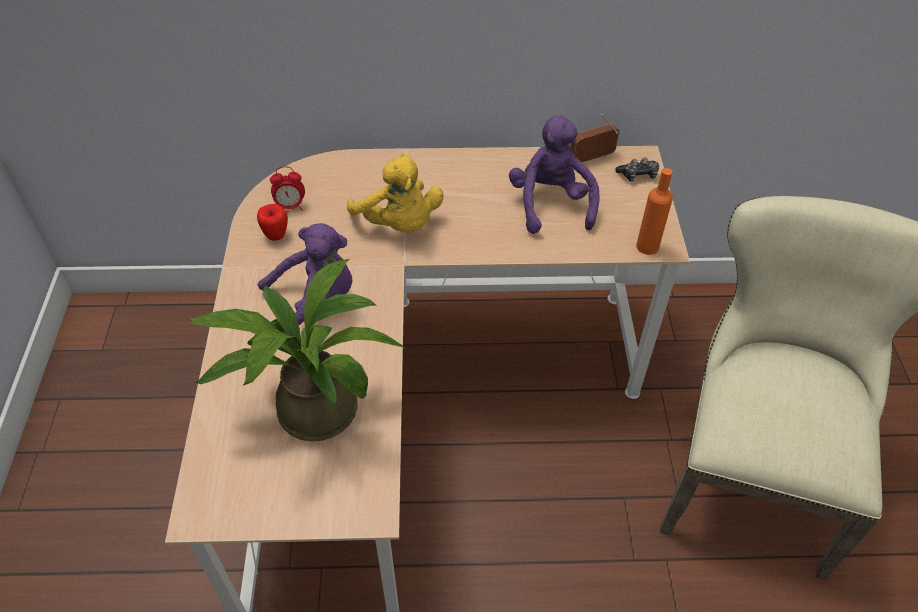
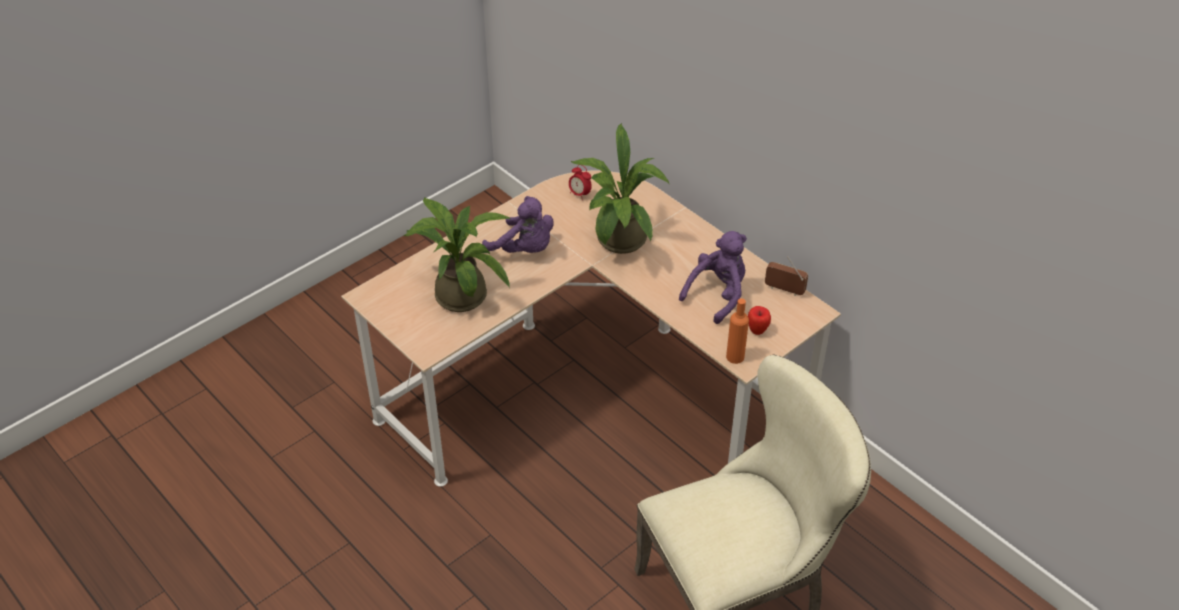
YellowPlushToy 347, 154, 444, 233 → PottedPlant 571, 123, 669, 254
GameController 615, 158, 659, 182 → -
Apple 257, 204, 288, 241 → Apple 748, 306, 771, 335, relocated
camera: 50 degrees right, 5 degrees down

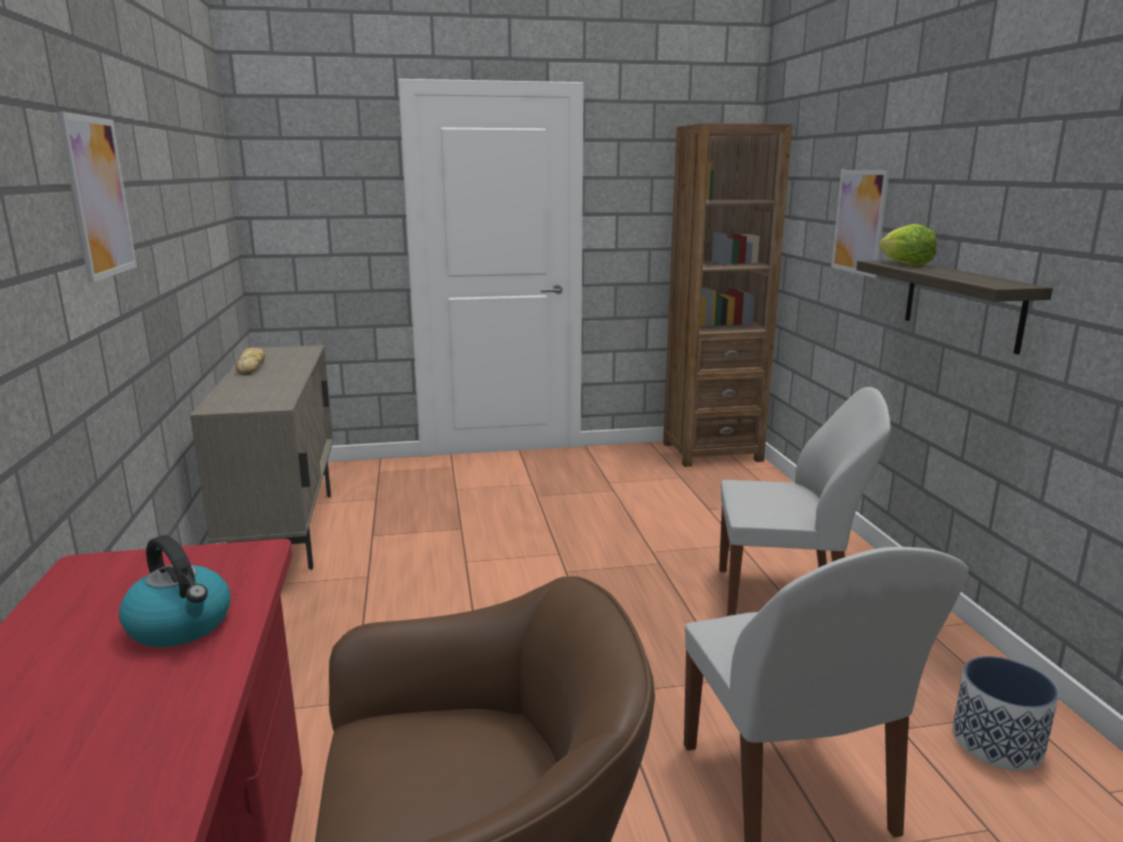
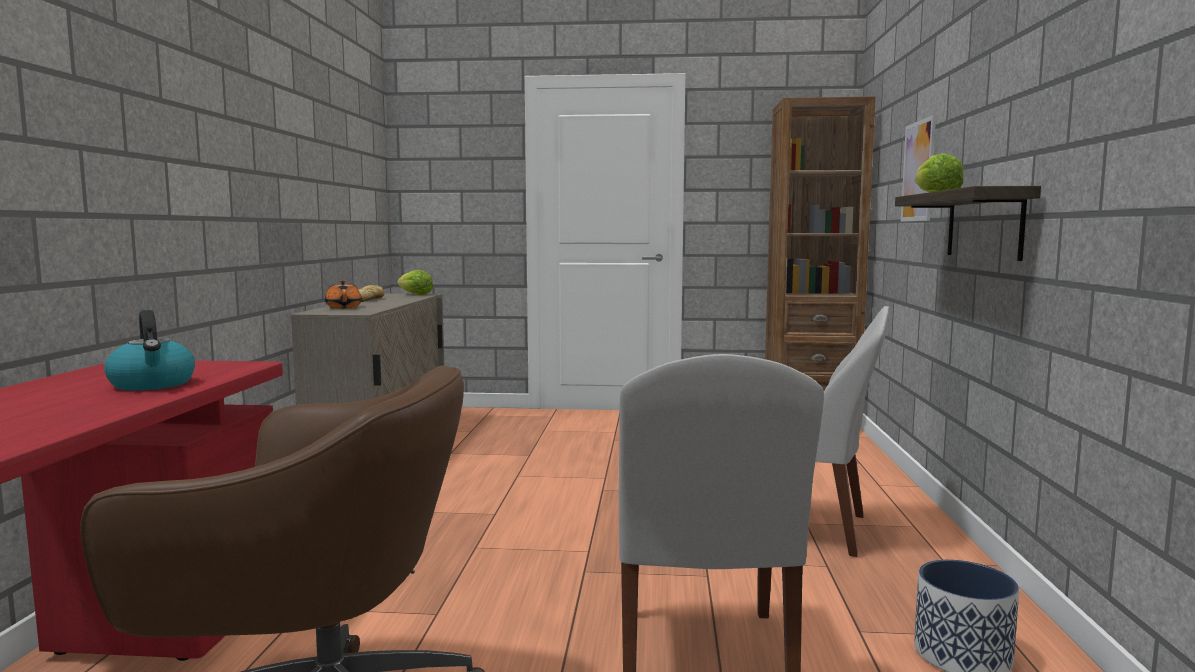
Picture 57, 111, 137, 283 → -
- → Lettuce 397, 270, 433, 295
- → OrangeTeapot 325, 280, 362, 308
camera: 15 degrees right, 10 degrees down

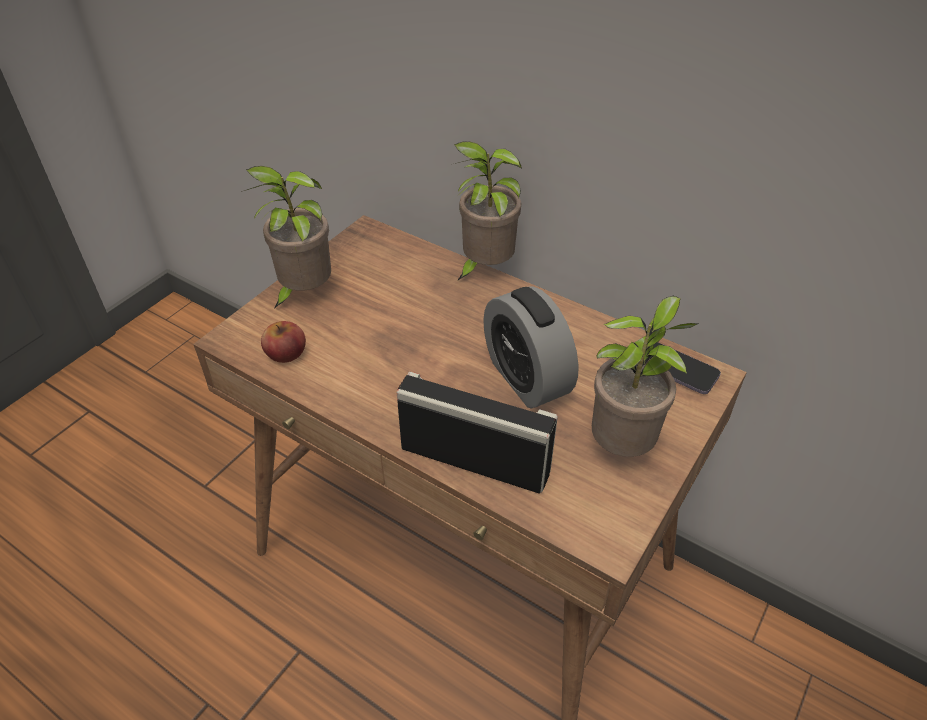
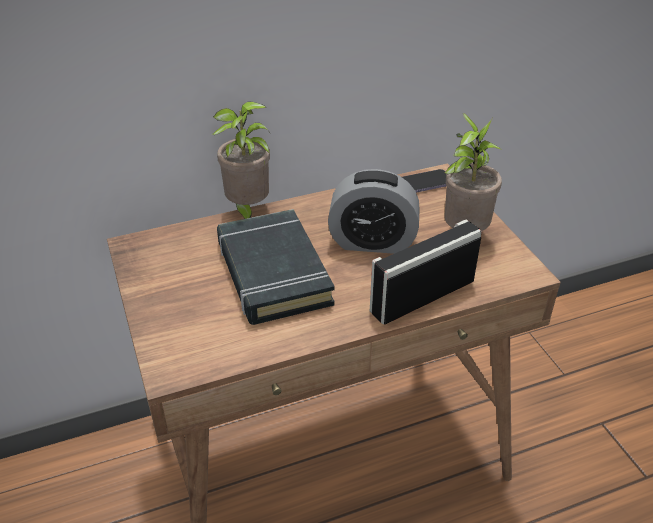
PottedPlant 241, 166, 331, 309 → -
Apple 261, 321, 306, 363 → -
- → BlackBook 217, 209, 335, 325
camera: 55 degrees left, 5 degrees down

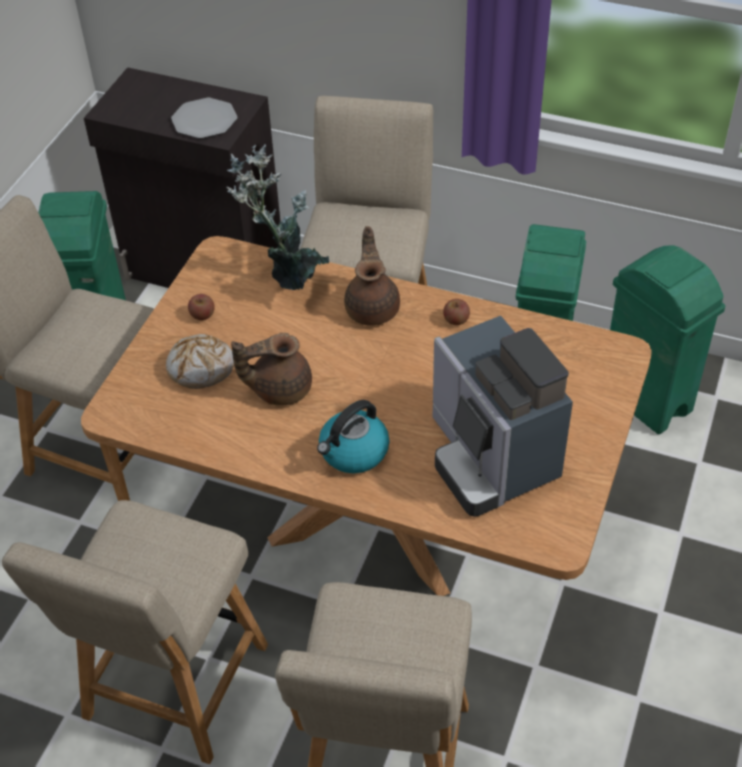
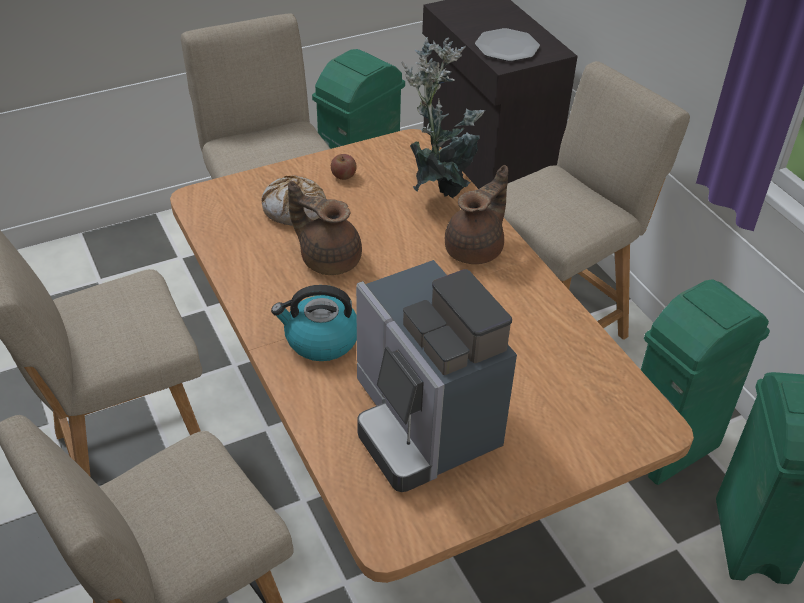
Apple 443, 299, 470, 325 → -
CoffeeMachine 433, 316, 573, 517 → CoffeeMachine 356, 260, 517, 492, 45 degrees counterclockwise
camera: 40 degrees right, 5 degrees down

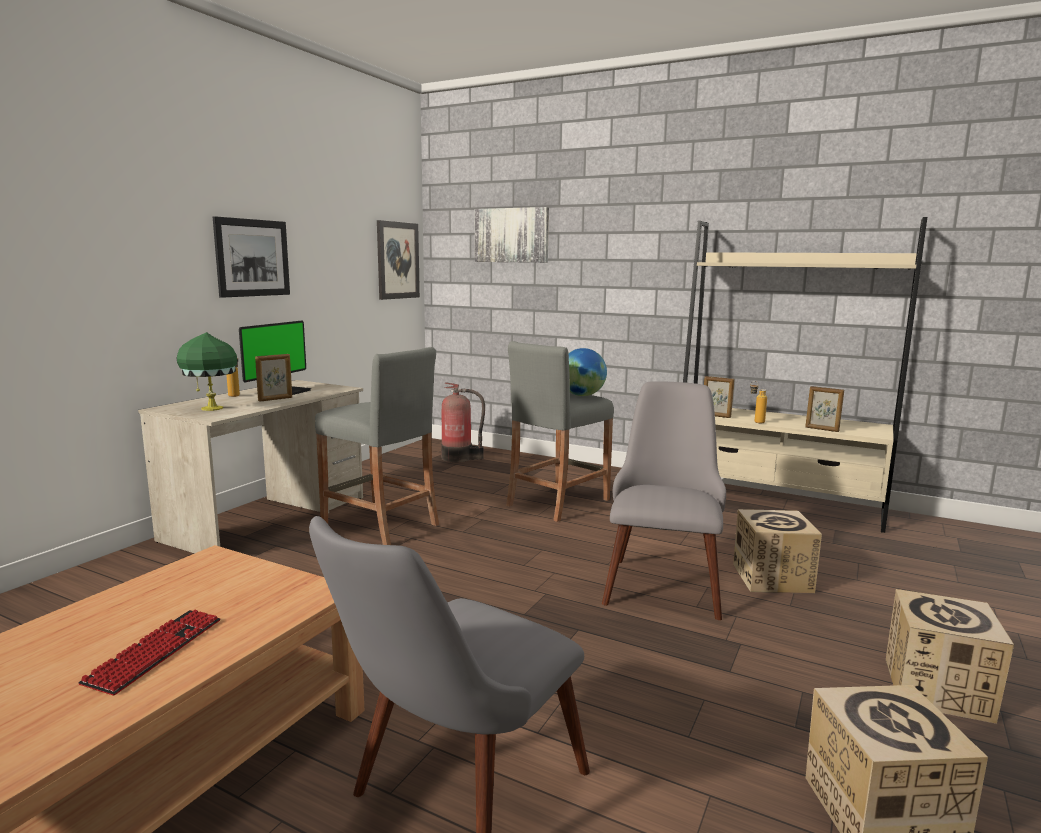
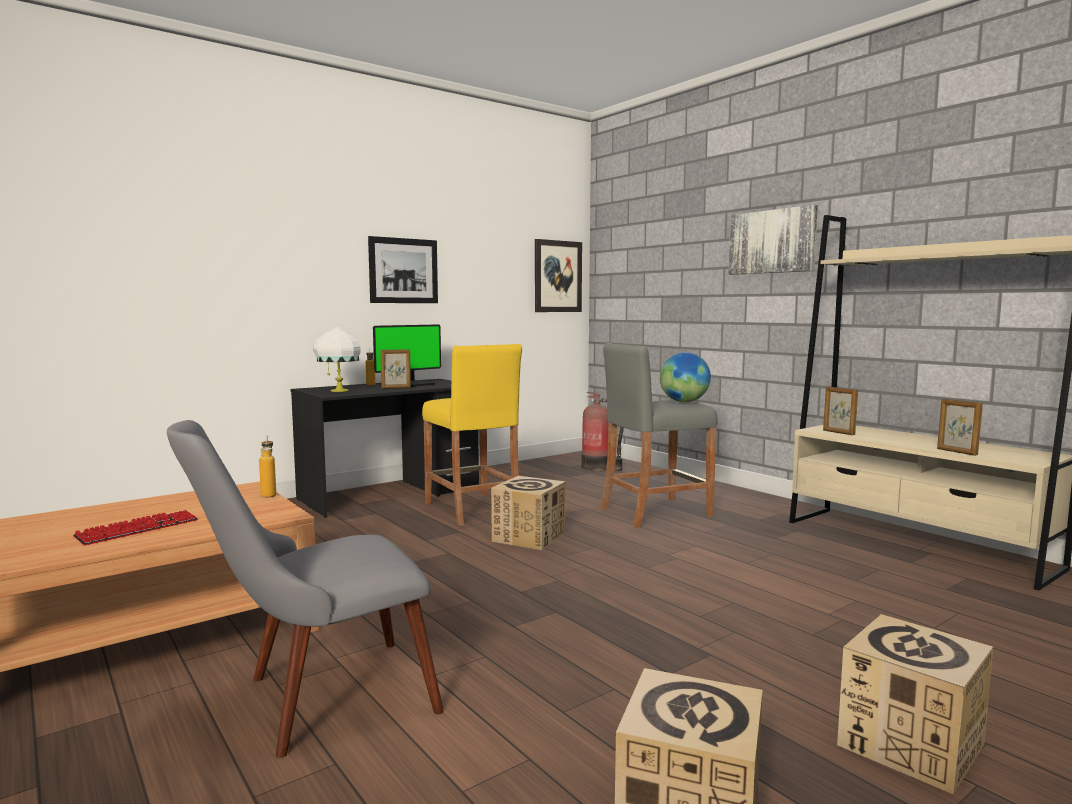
Picture 475, 207, 549, 263 → Picture 728, 205, 818, 275, relocated
GreenTableLamp 176, 332, 237, 411 → WhiteTableLamp 313, 327, 361, 392
GreyStool 315, 347, 439, 545 → YellowStool 422, 344, 522, 526
BeigeDesk 138, 380, 363, 553 → BlackDesk 290, 379, 479, 518
GreyChair 602, 381, 726, 620 → -
Bottle 750, 381, 767, 423 → Bottle 259, 436, 276, 498, relocated
CardboardBox 733, 509, 822, 594 → CardboardBox 491, 476, 566, 551, relocated
camera: 25 degrees right, 5 degrees down

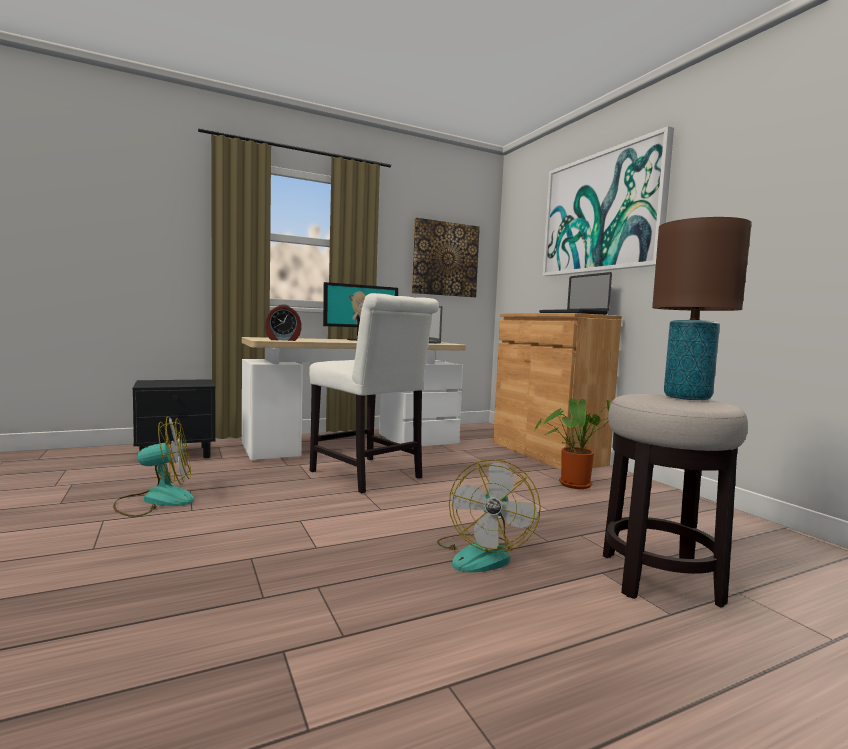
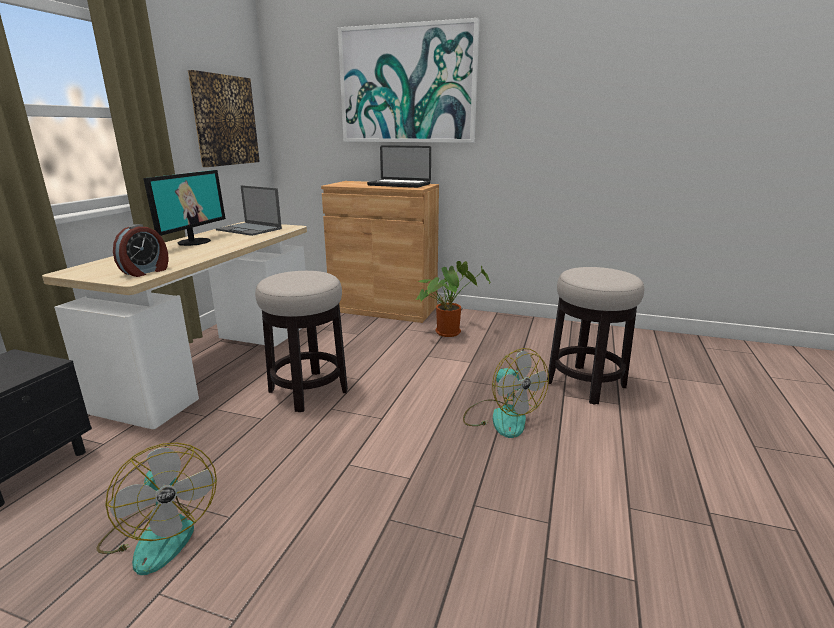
BrownTableLamp 652, 217, 752, 400 → -
WhiteChair 309, 293, 439, 494 → Stool 255, 271, 348, 412
Fan 113, 416, 194, 517 → Fan 97, 443, 217, 575, 120 degrees clockwise
camera: 45 degrees left, 15 degrees up

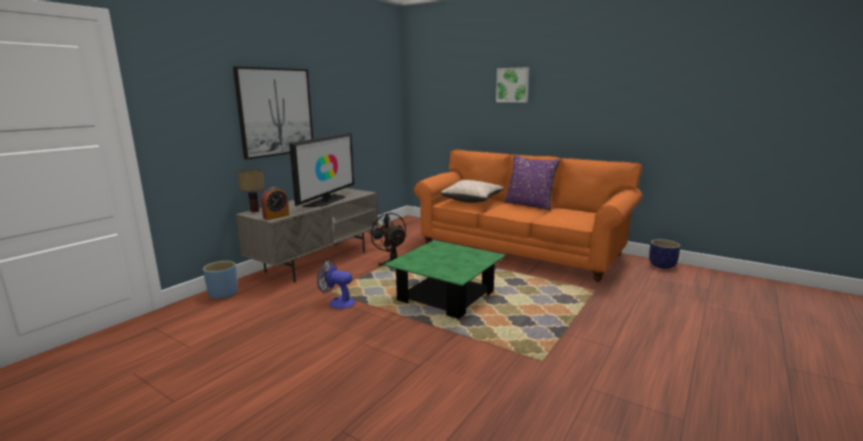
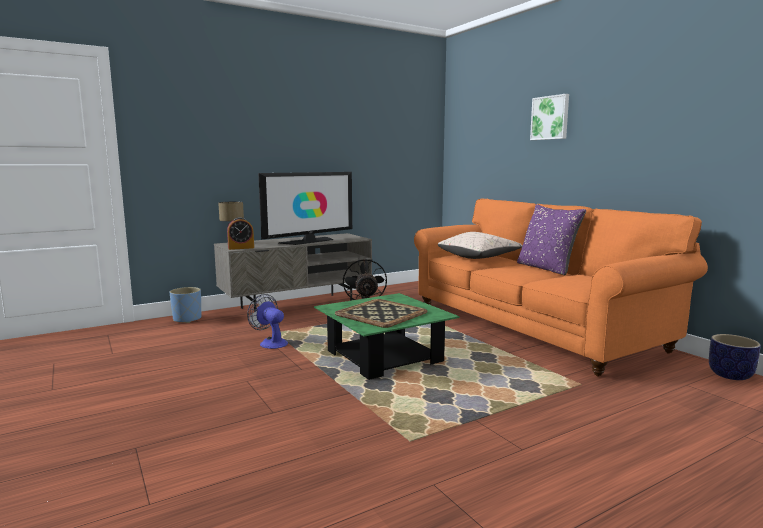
Picture 233, 66, 313, 160 → -
- → Tray 335, 299, 427, 328
camera: 25 degrees right, 5 degrees down

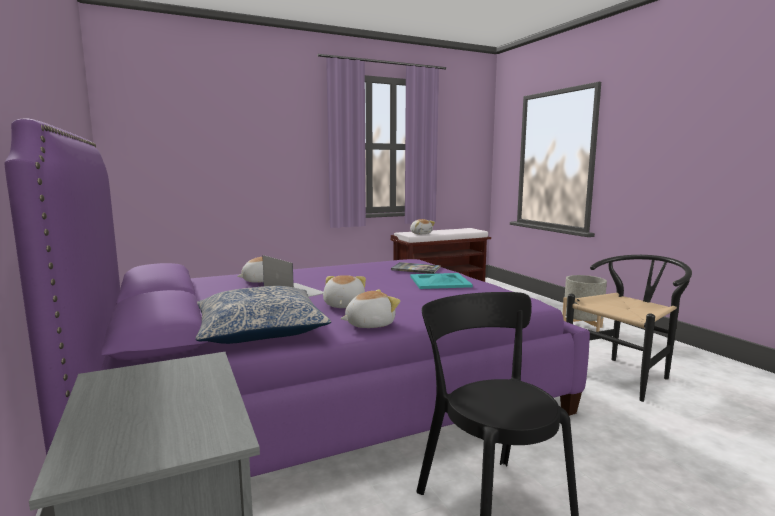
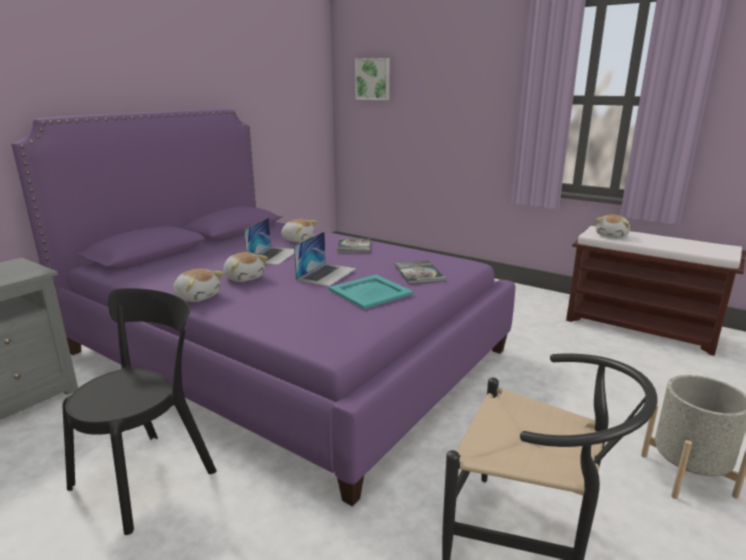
PlushToy 323, 275, 366, 308 → PlushToy 223, 252, 268, 282, 75 degrees clockwise
Pillow 196, 286, 331, 344 → -
- → Picture 355, 58, 390, 100
- → Laptop 294, 231, 357, 286
- → Book 337, 238, 371, 253
camera: 60 degrees right, 10 degrees up

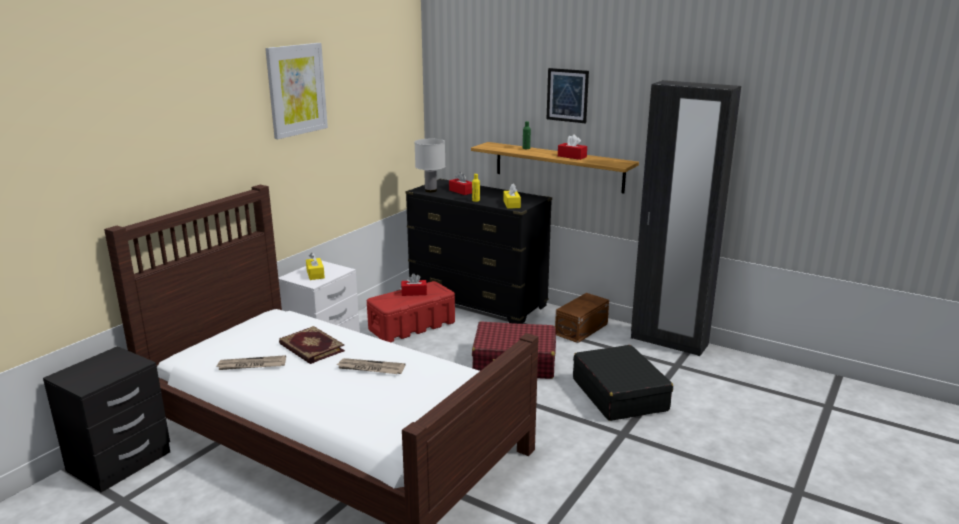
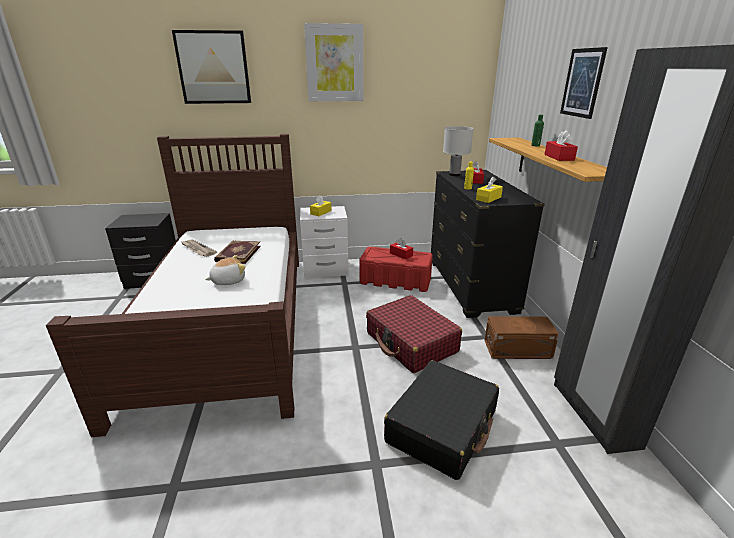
Newspaper 337, 358, 405, 374 → PlushToy 205, 255, 246, 285
- → Picture 172, 30, 251, 104
camera: 50 degrees right, 5 degrees up

